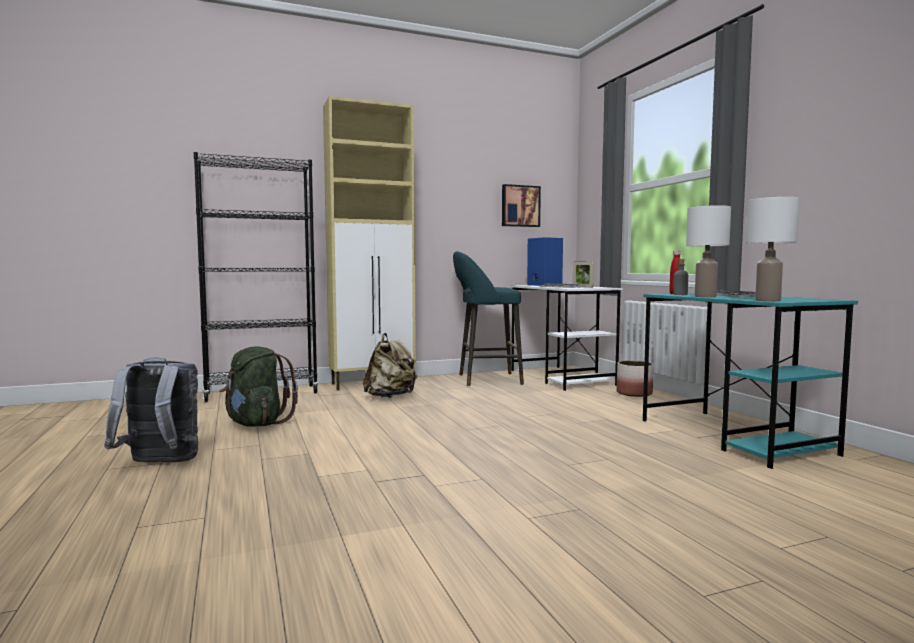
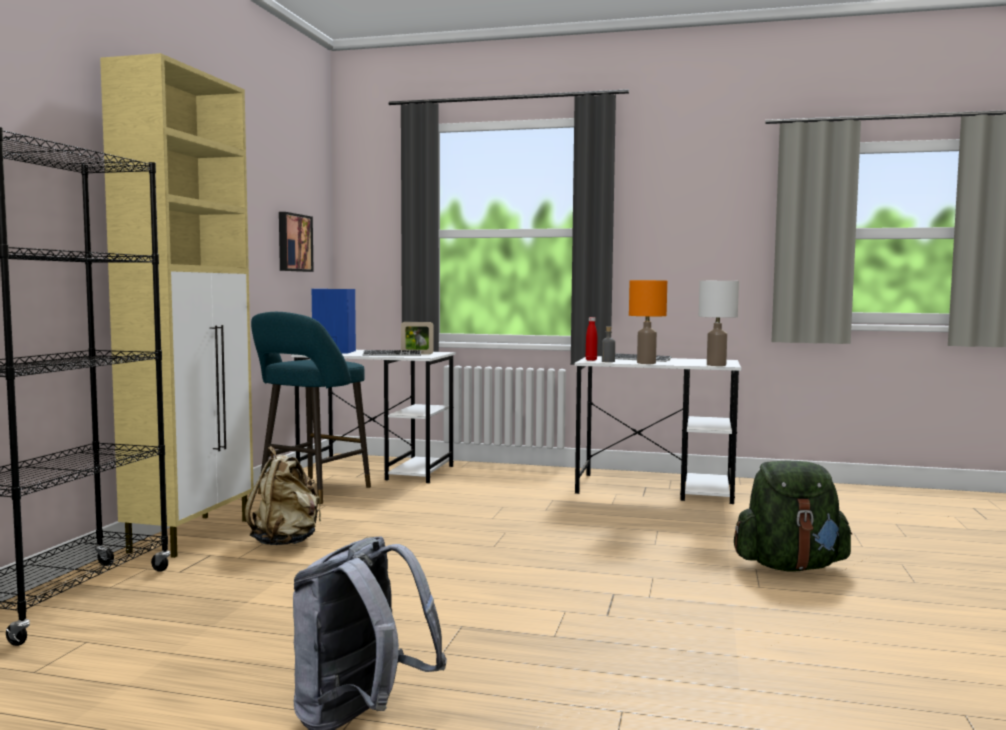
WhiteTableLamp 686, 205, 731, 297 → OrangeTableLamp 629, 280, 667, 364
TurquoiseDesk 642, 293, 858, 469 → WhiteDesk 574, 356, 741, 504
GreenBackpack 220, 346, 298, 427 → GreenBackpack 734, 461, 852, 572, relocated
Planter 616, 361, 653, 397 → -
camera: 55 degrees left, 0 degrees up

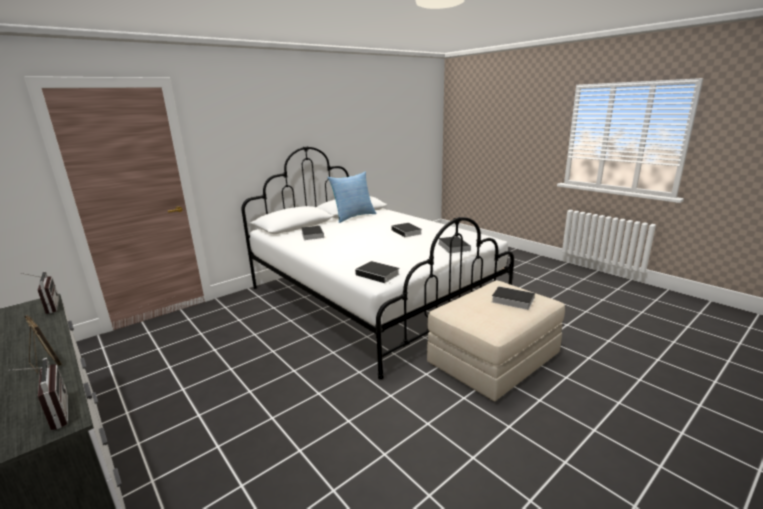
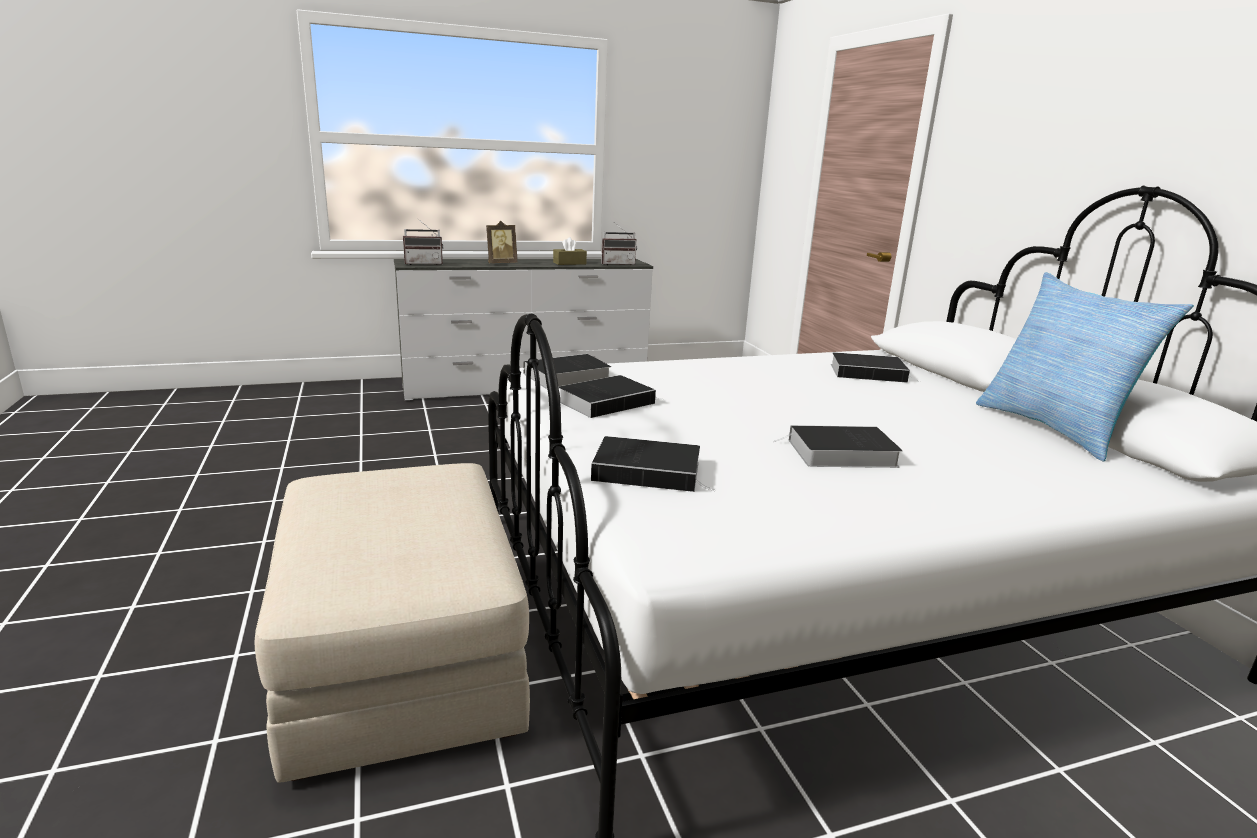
Book 491, 286, 535, 310 → Book 559, 375, 663, 418, relocated
- → BrownTissueBox 553, 237, 587, 265
camera: 110 degrees right, 0 degrees up

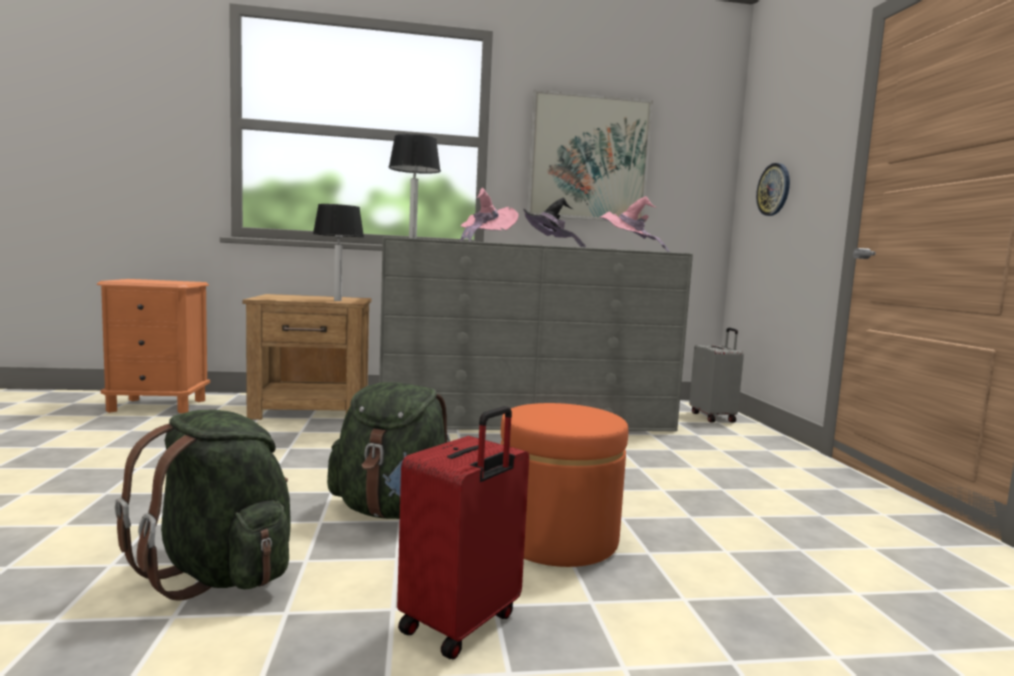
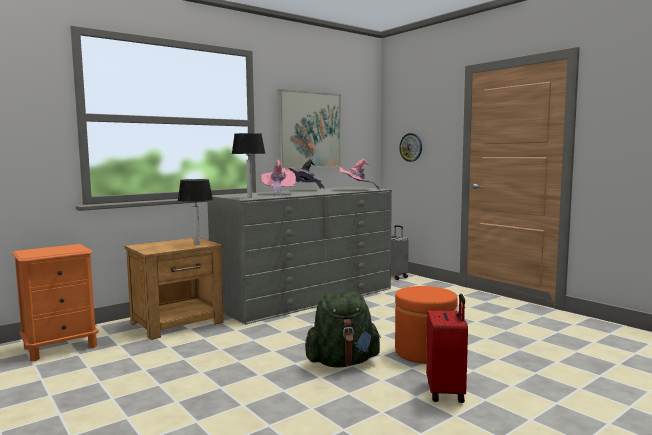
GreenBackpack 115, 410, 291, 600 → -
camera: 30 degrees left, 0 degrees up

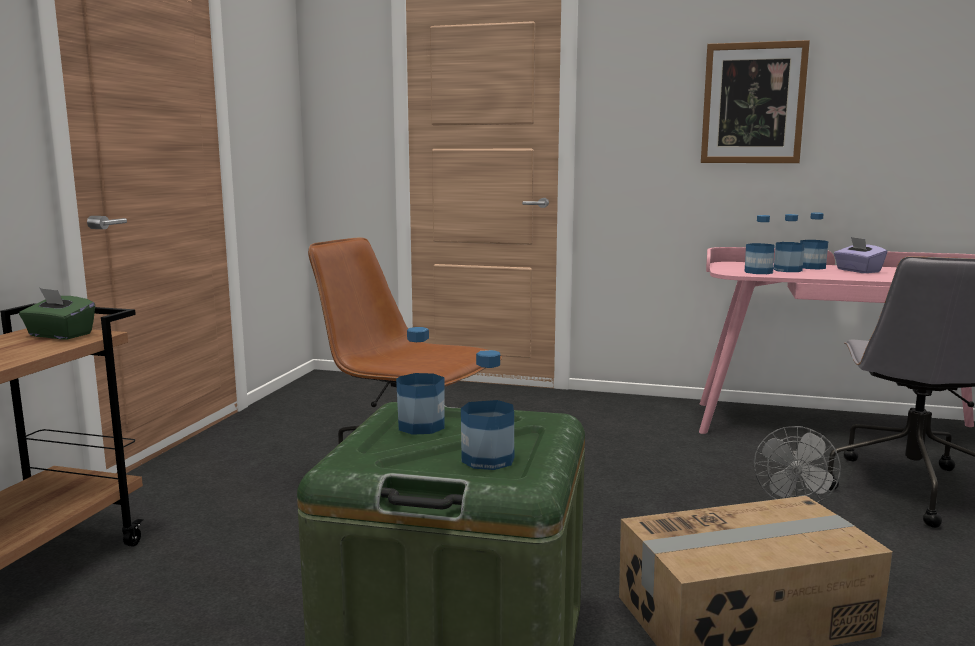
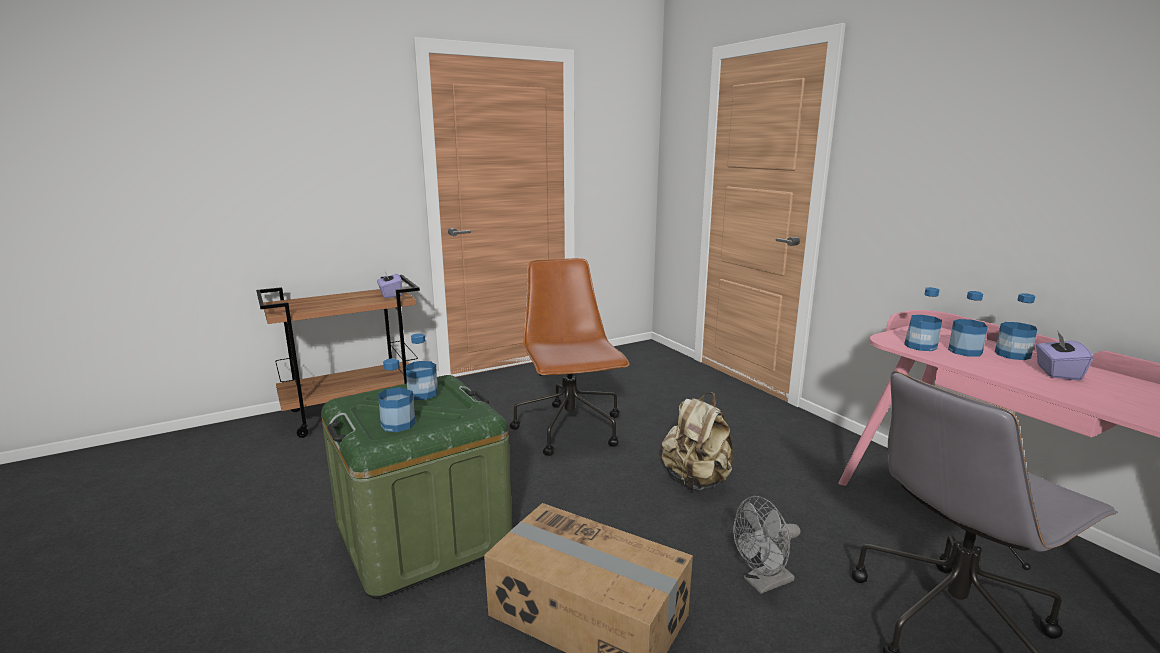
Picture 701, 40, 810, 163 → -
GreenTissueBox 19, 288, 95, 340 → PurpleTissueBox 377, 272, 402, 298
- → BeigeBackpack 661, 393, 733, 491
camera: 45 degrees right, 5 degrees up

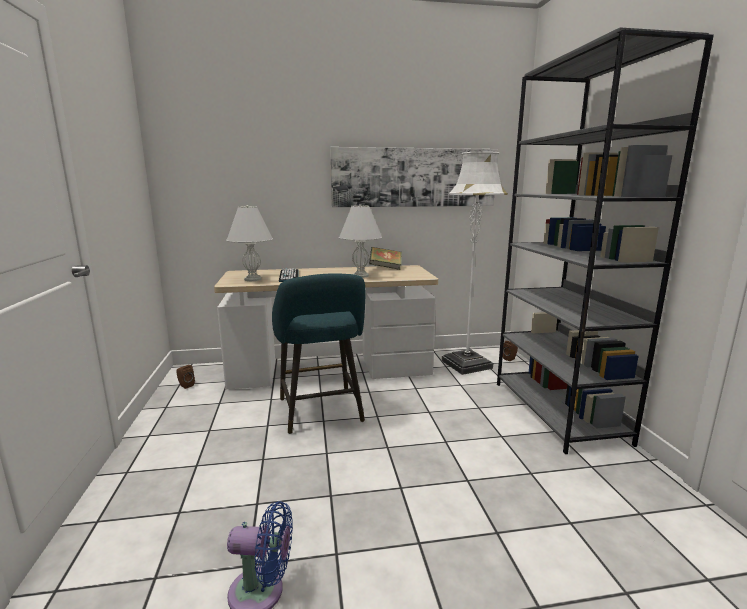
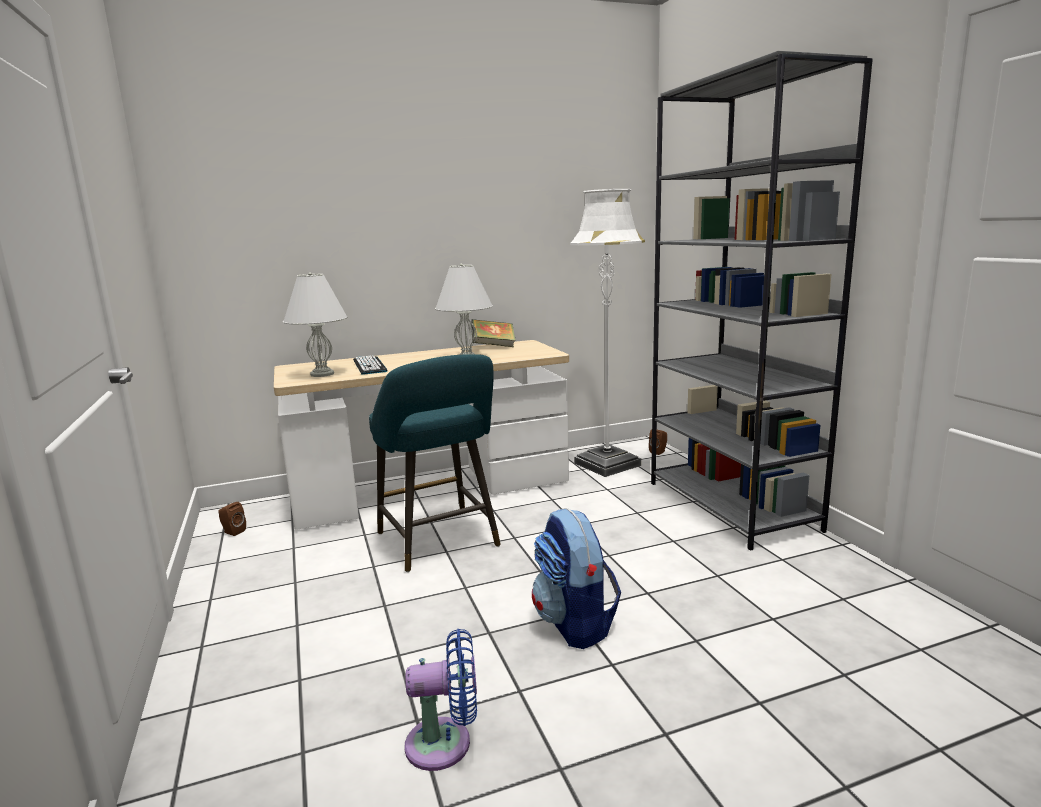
Picture 330, 147, 498, 207 → -
- → Backpack 532, 508, 621, 649
camera: 10 degrees left, 0 degrees up

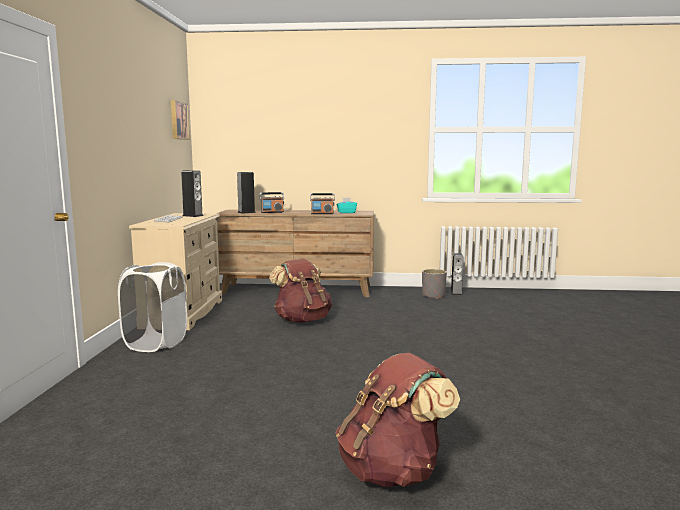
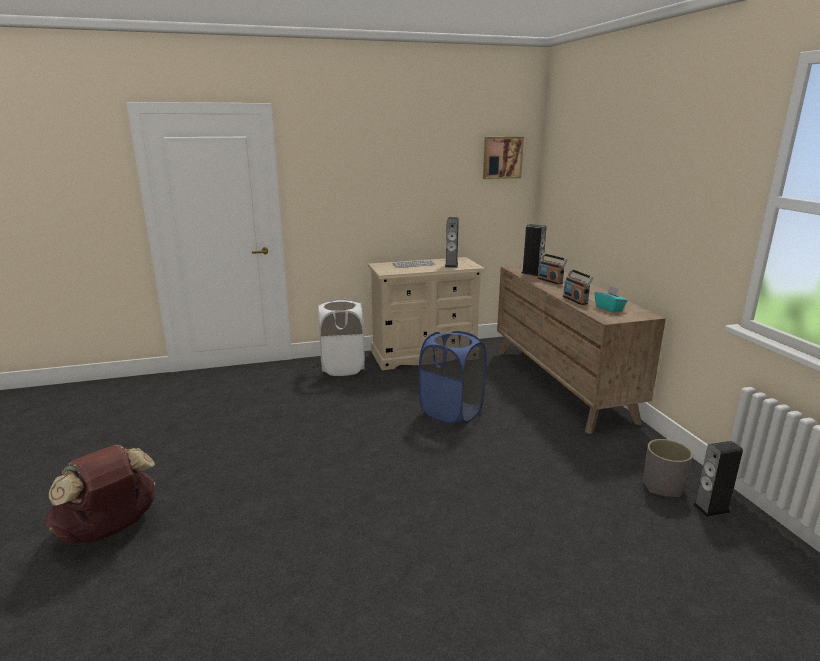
BrownBackpack 269, 259, 332, 323 → BlueLaundryBasket 419, 331, 486, 424
camera: 70 degrees right, 10 degrees up

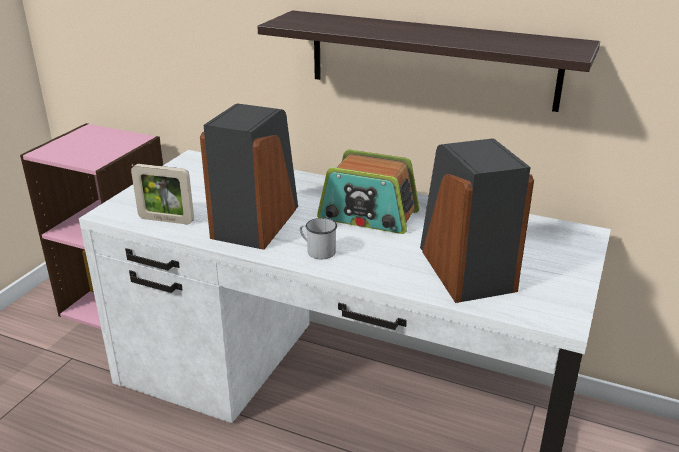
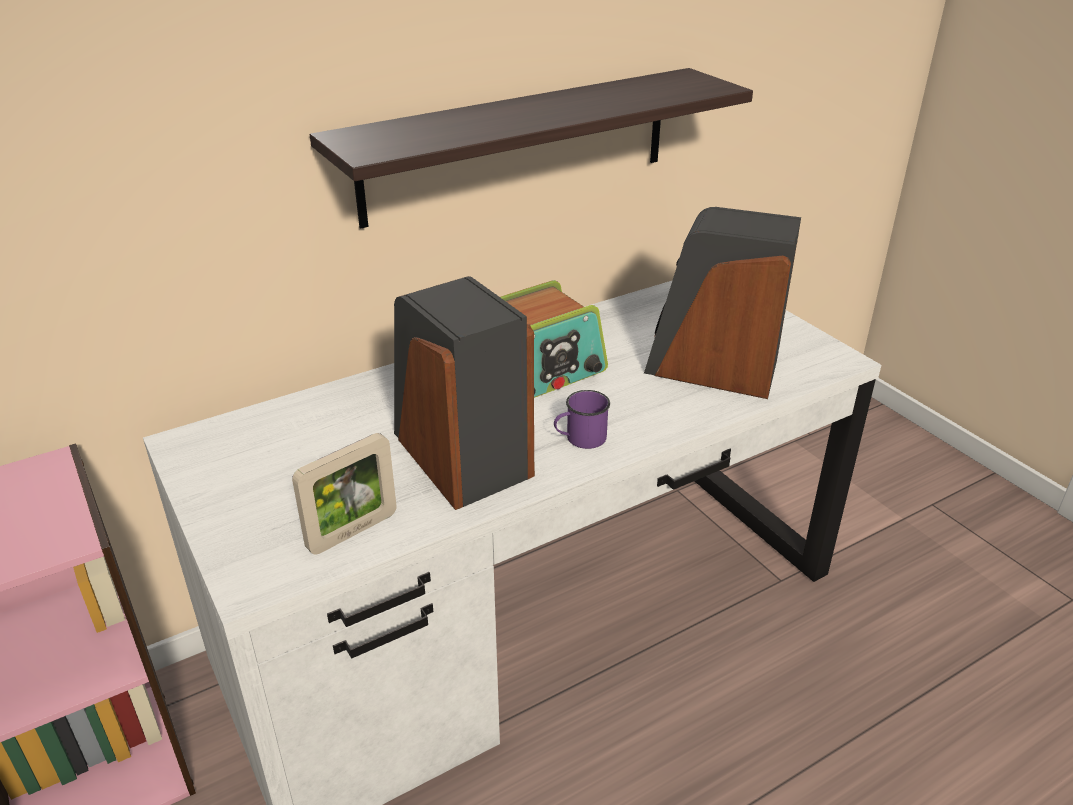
WhiteMug 300, 218, 337, 259 → PurpleMug 554, 390, 610, 449
camera: 55 degrees left, 5 degrees up

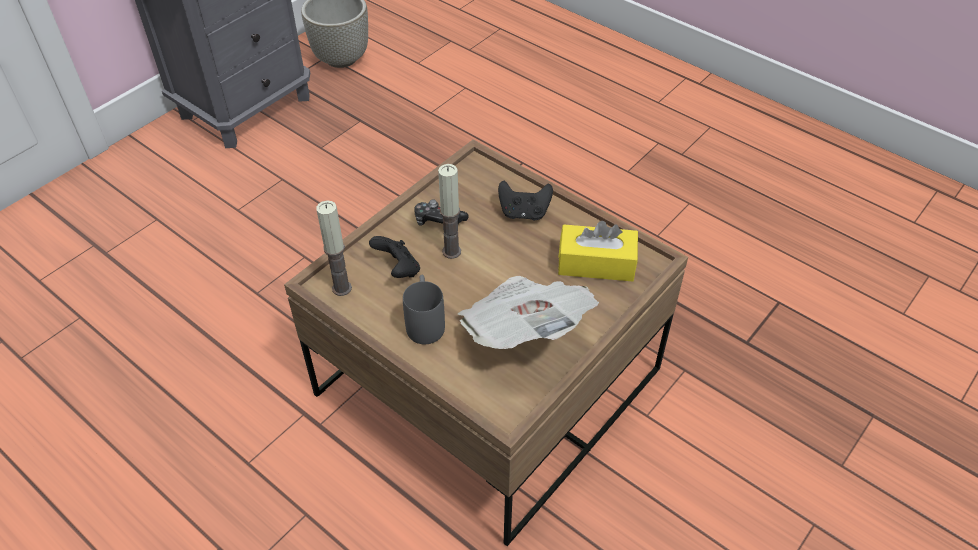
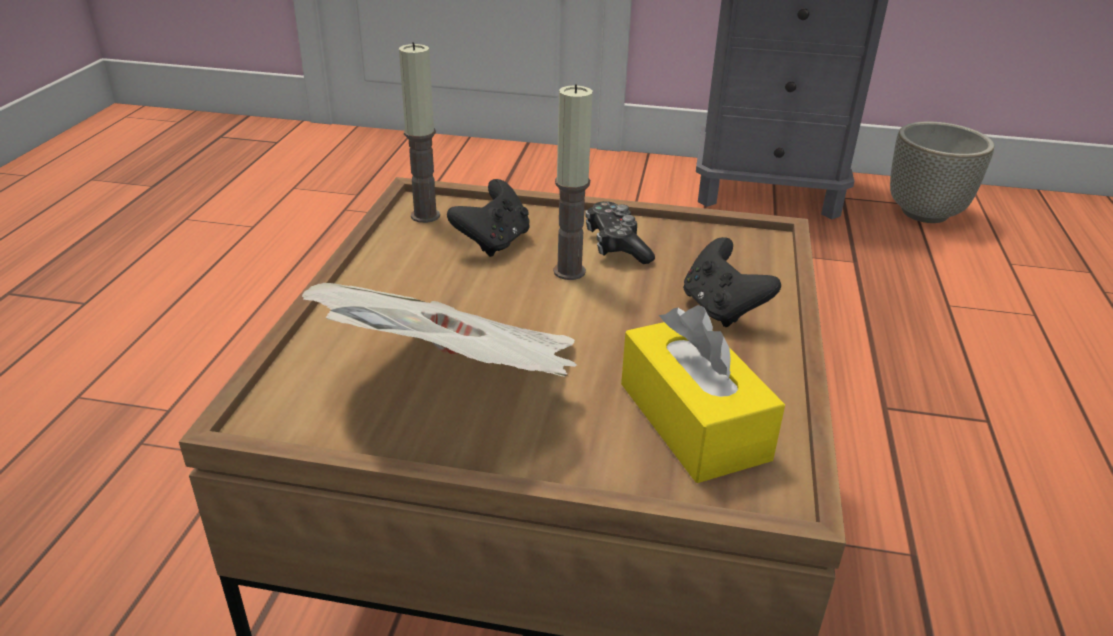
GreyMug 403, 275, 445, 344 → -
camera: 60 degrees right, 15 degrees down

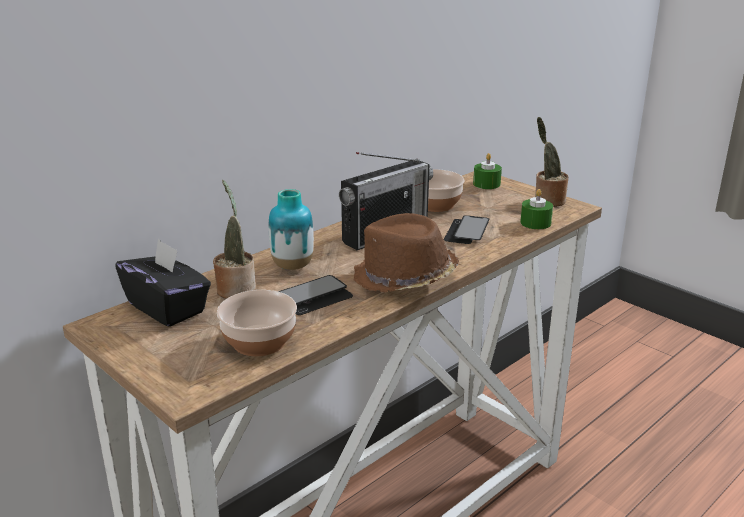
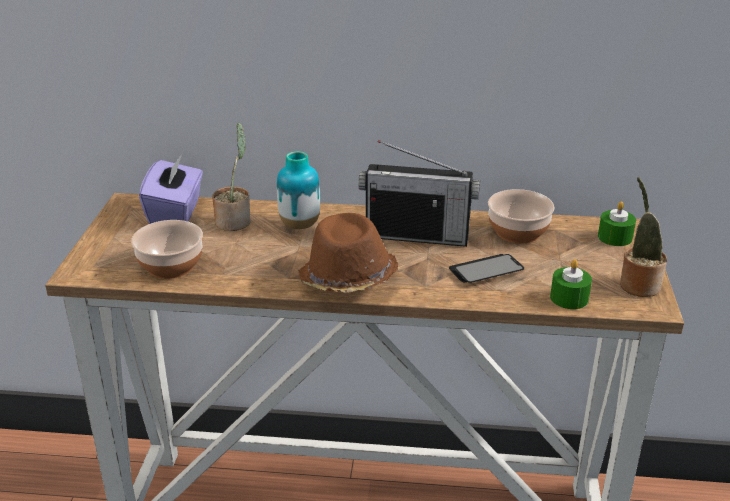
BlackTissueBox 115, 239, 211, 327 → PurpleTissueBox 139, 154, 203, 224
Phone 278, 275, 353, 315 → -
camera: 50 degrees right, 5 degrees up

